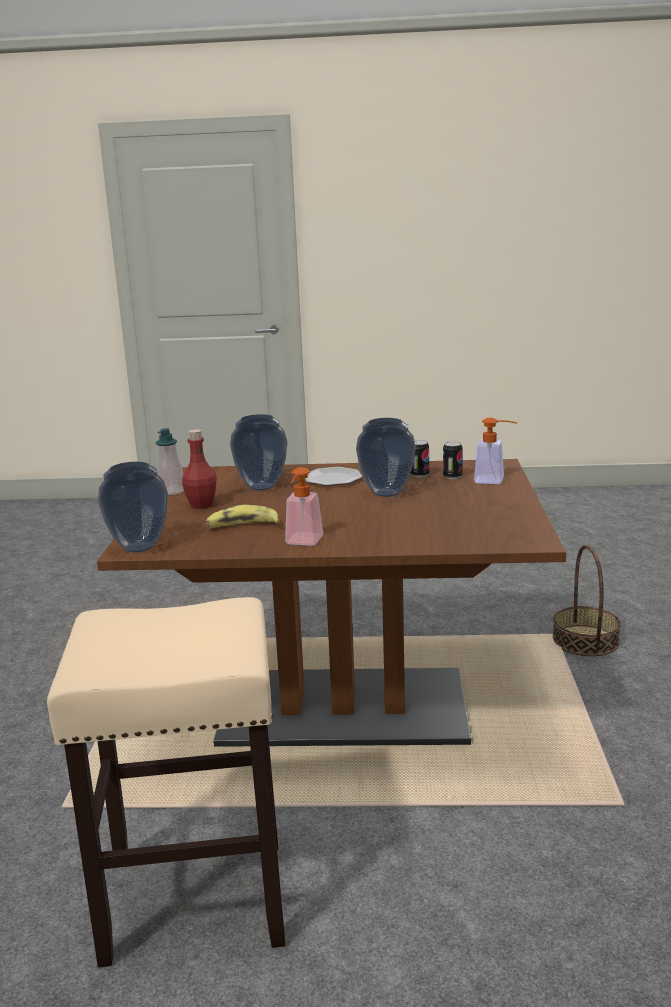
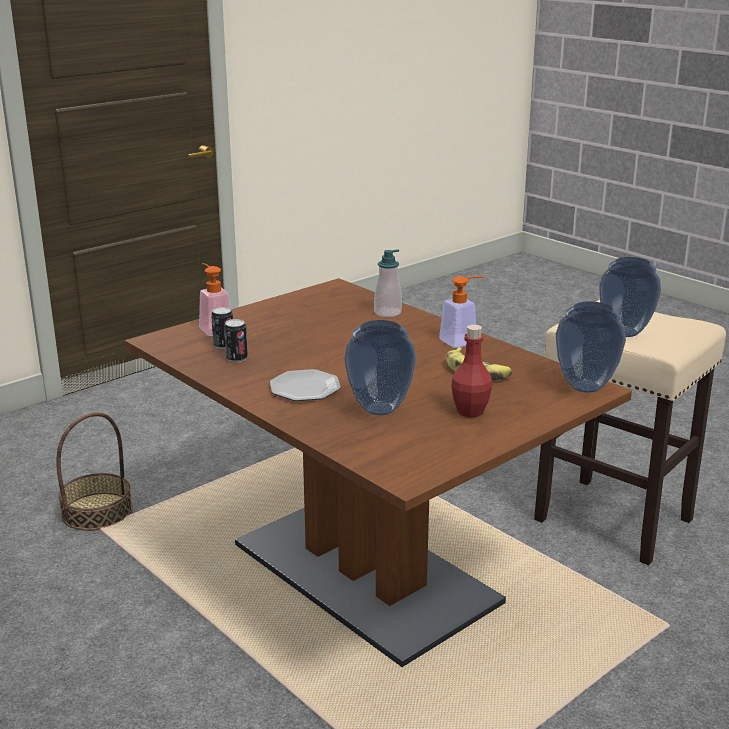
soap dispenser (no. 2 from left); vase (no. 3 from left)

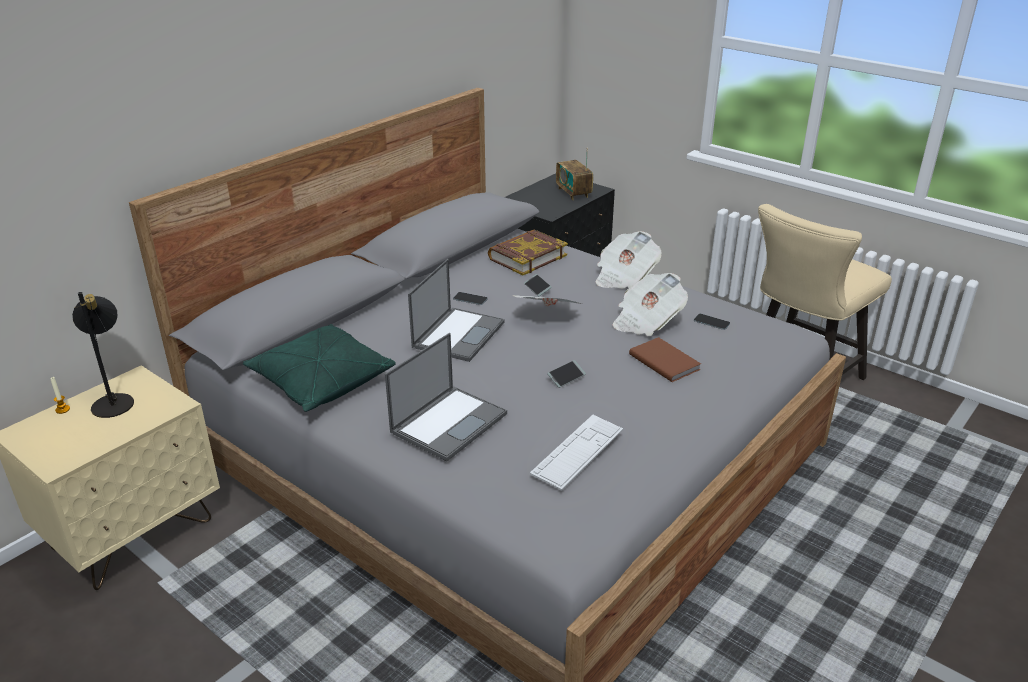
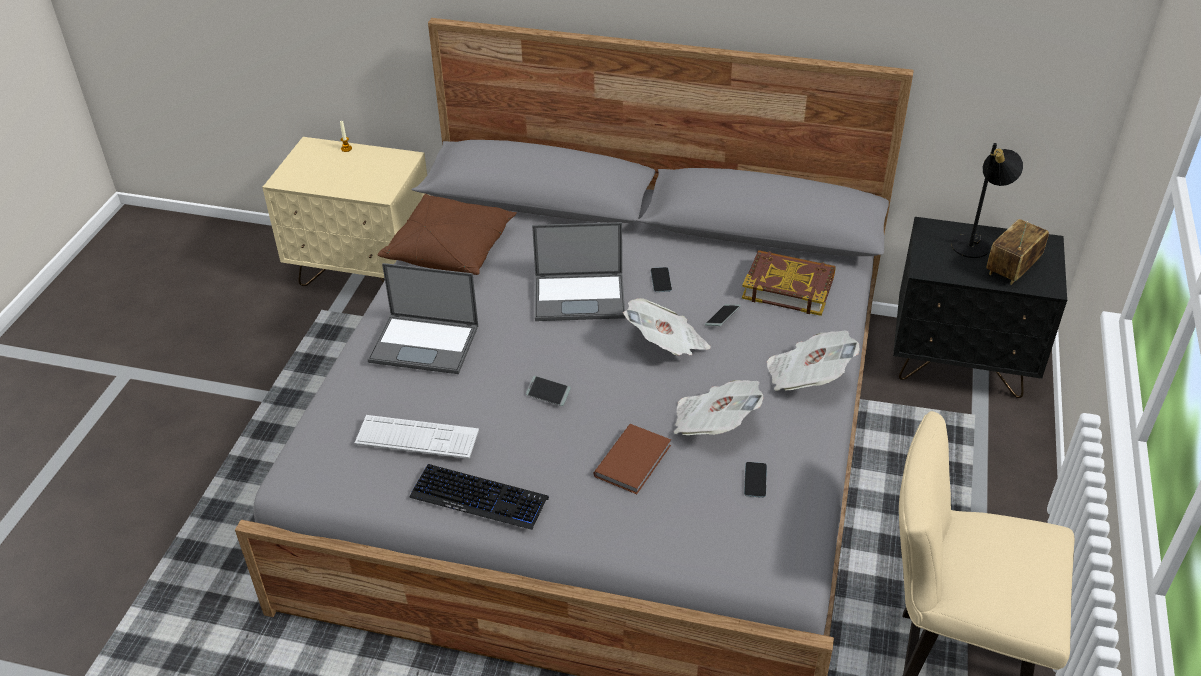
computer keyboard (no. 2 from left); tabletop lamp (blackish); pillow (brown-coloured)

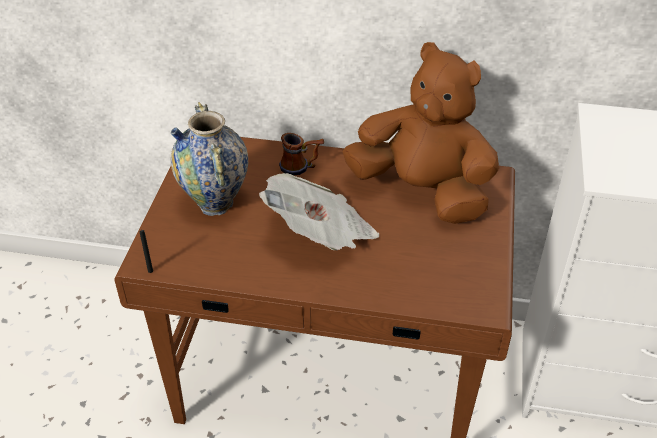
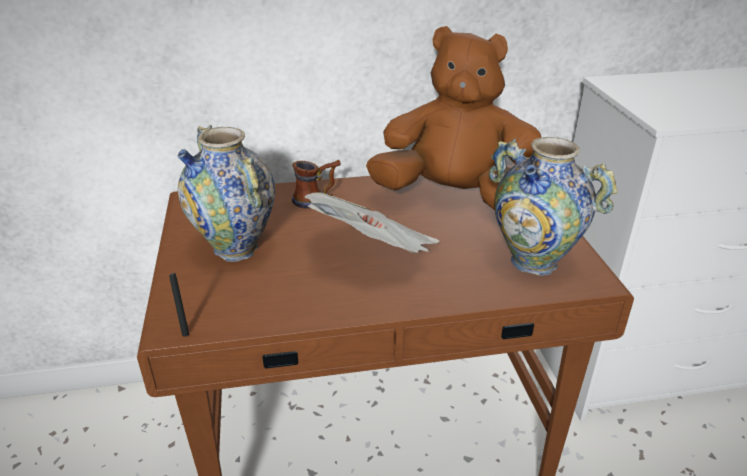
vase (no. 2 from left)

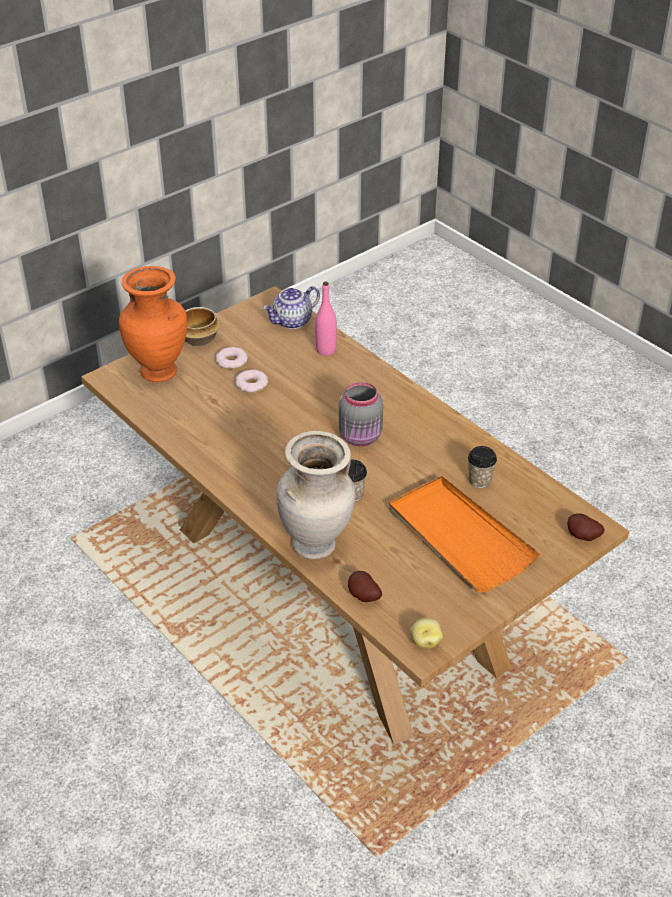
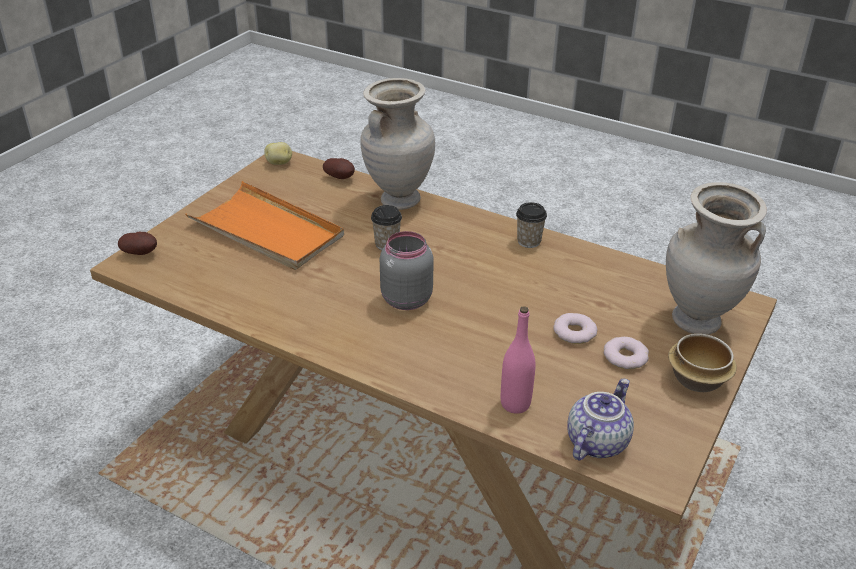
small cup (no. 2 from left); vase (sand-coloured) (no. 2 from left)

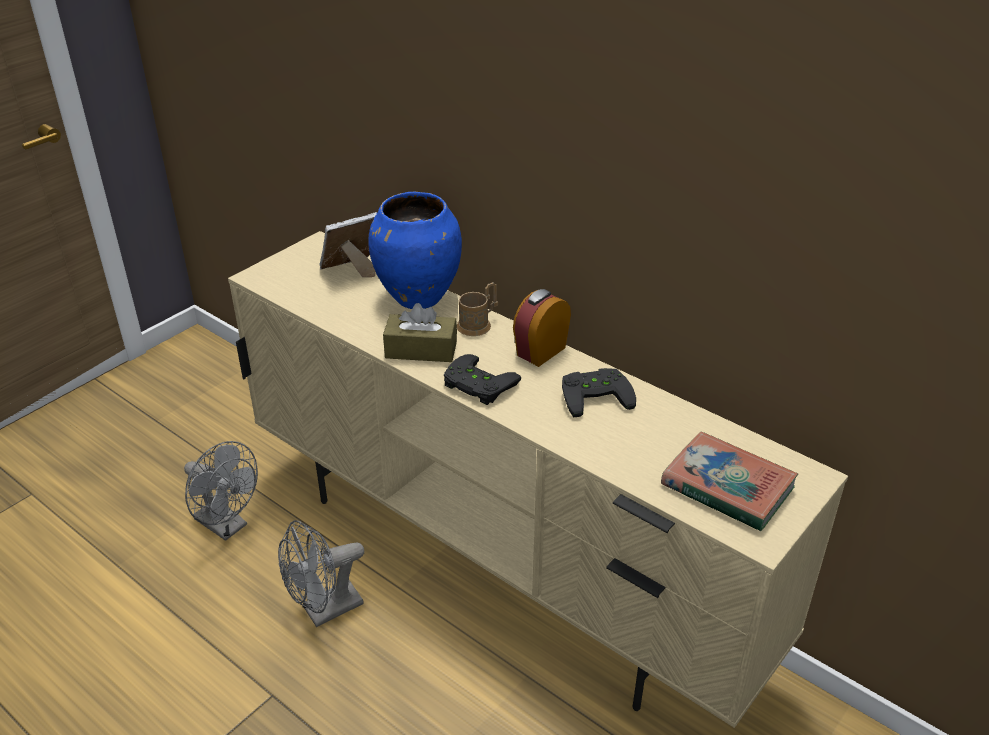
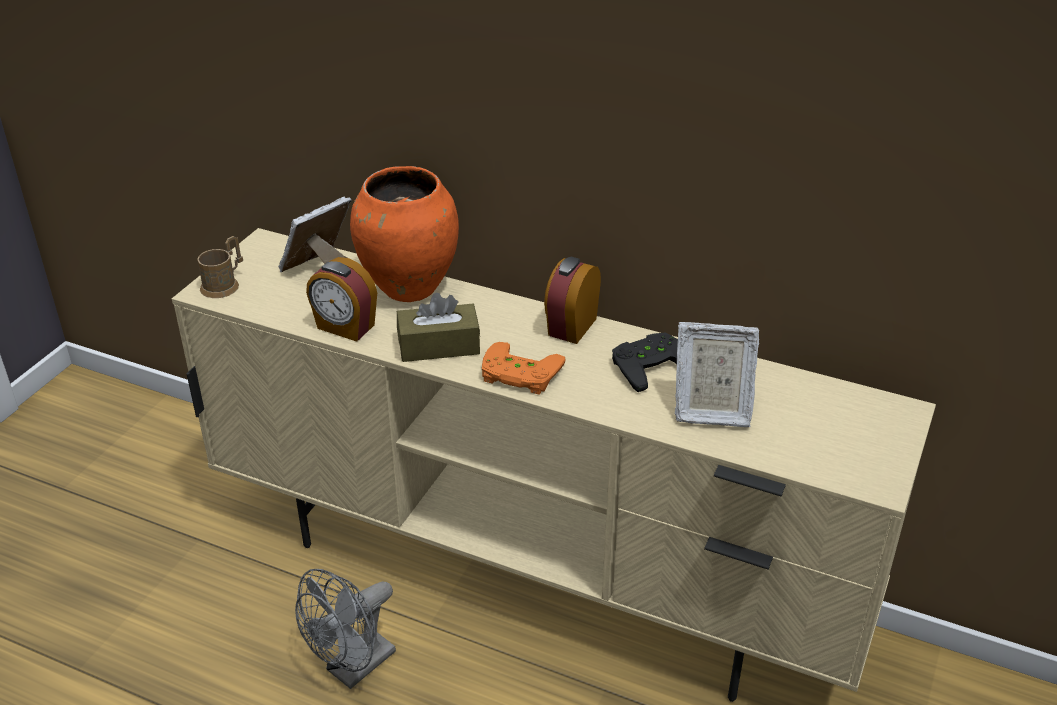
electric fan (gray) (no. 1 from left in the first image); volume; table clock (no. 1 from left); standing frame (no. 2 from left); mug (brown-coloured); vase (orange-coloured); game controller (orange-coloured)

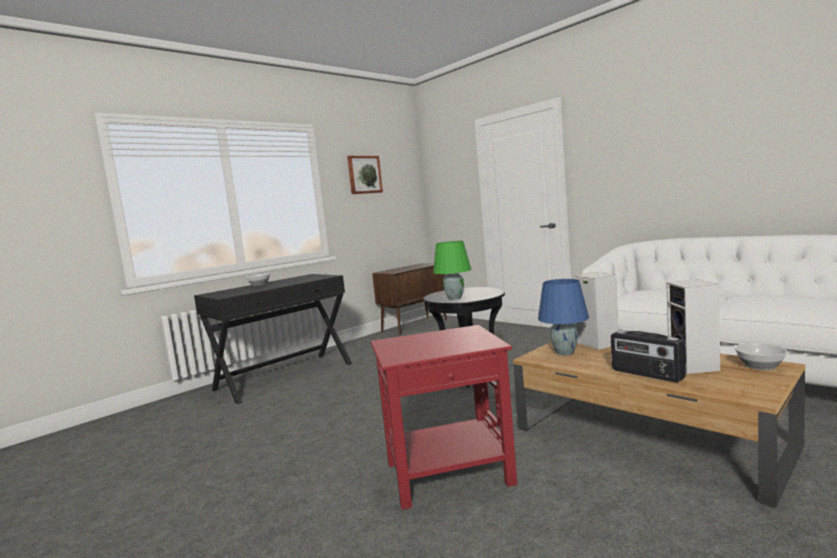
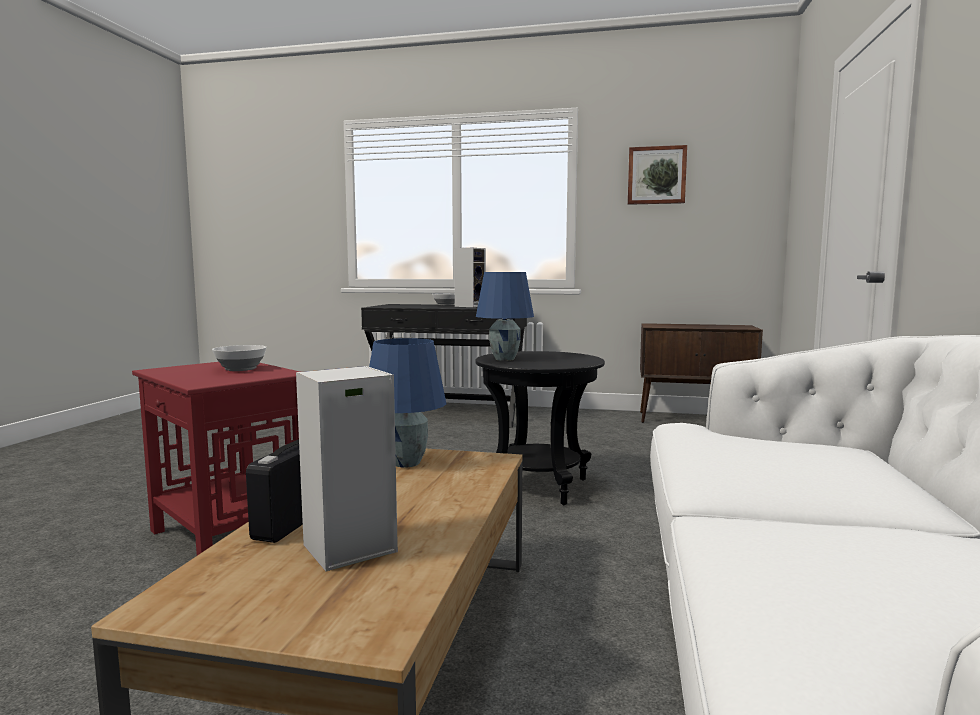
loudspeaker (no. 2 from left); serving bowl (no. 1 from left); tabletop lamp (bluish) (no. 2 from left)

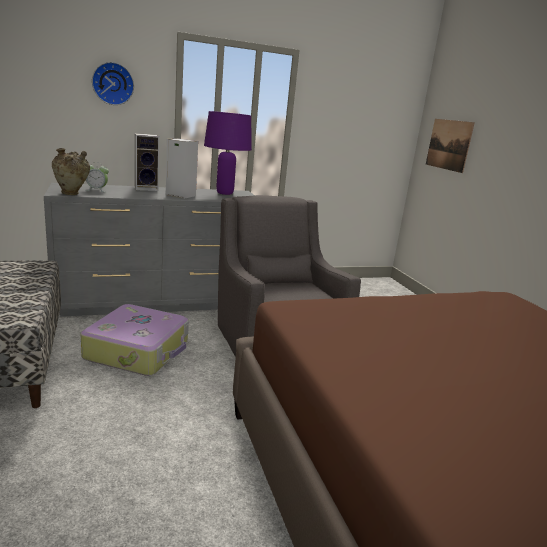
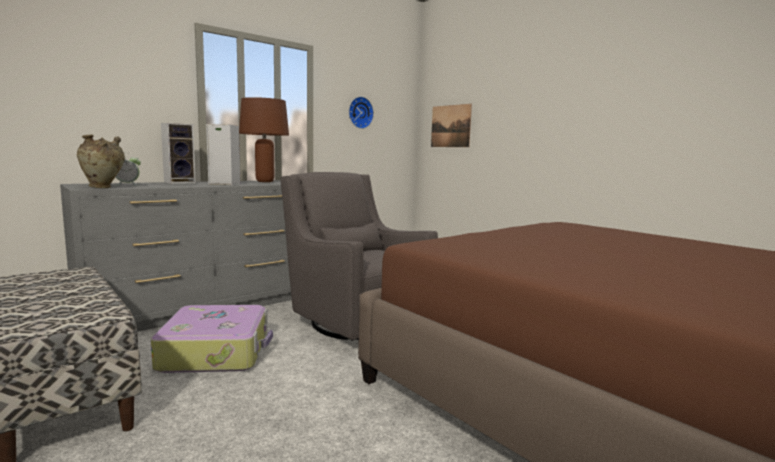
hanging clock; tabletop lamp (brown-coloured)

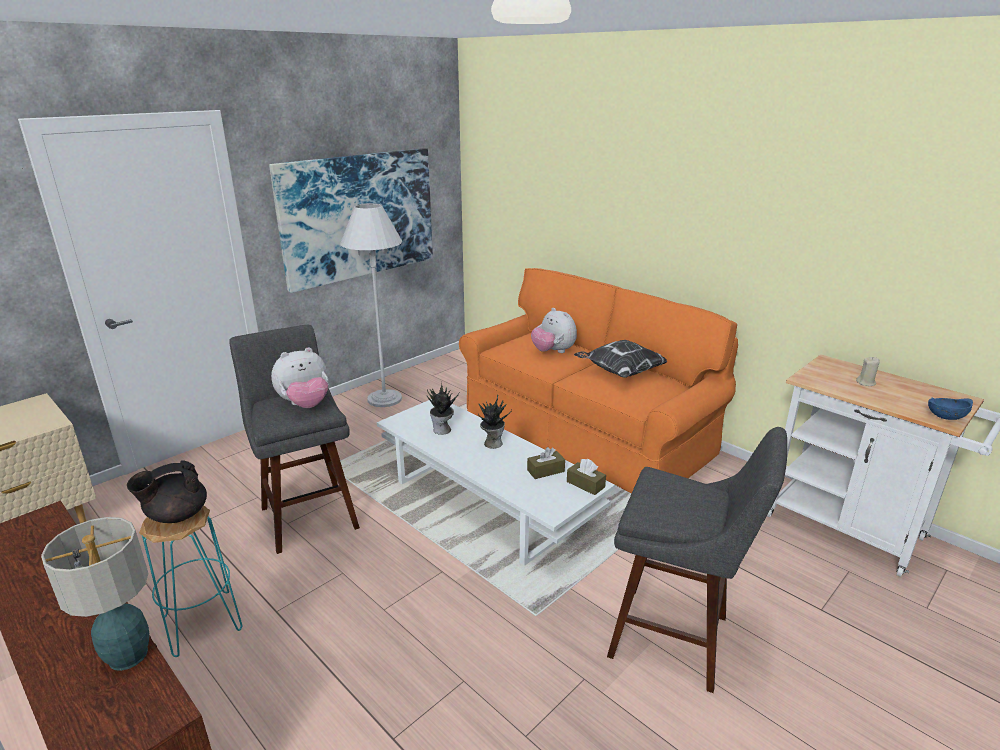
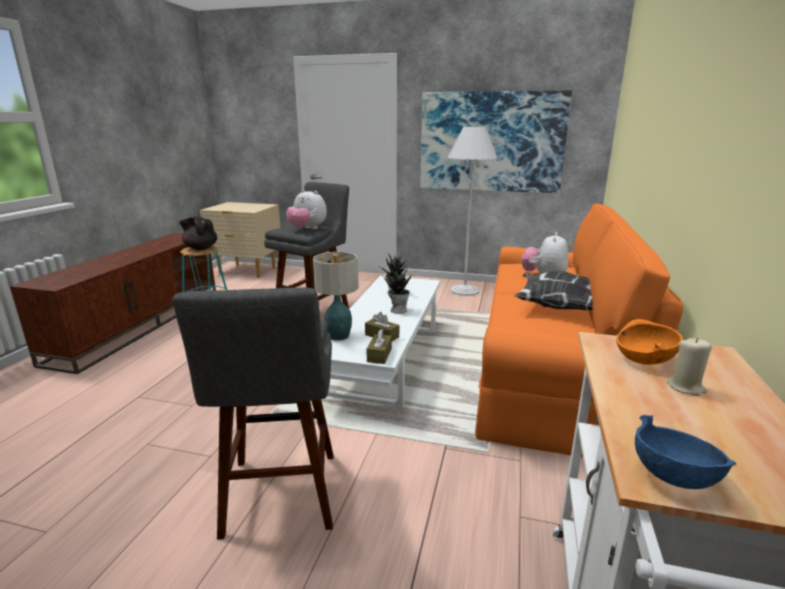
serving bowl (orange-coloured); tabletop lamp

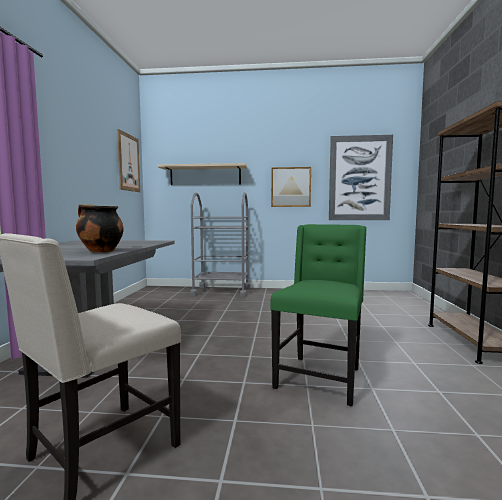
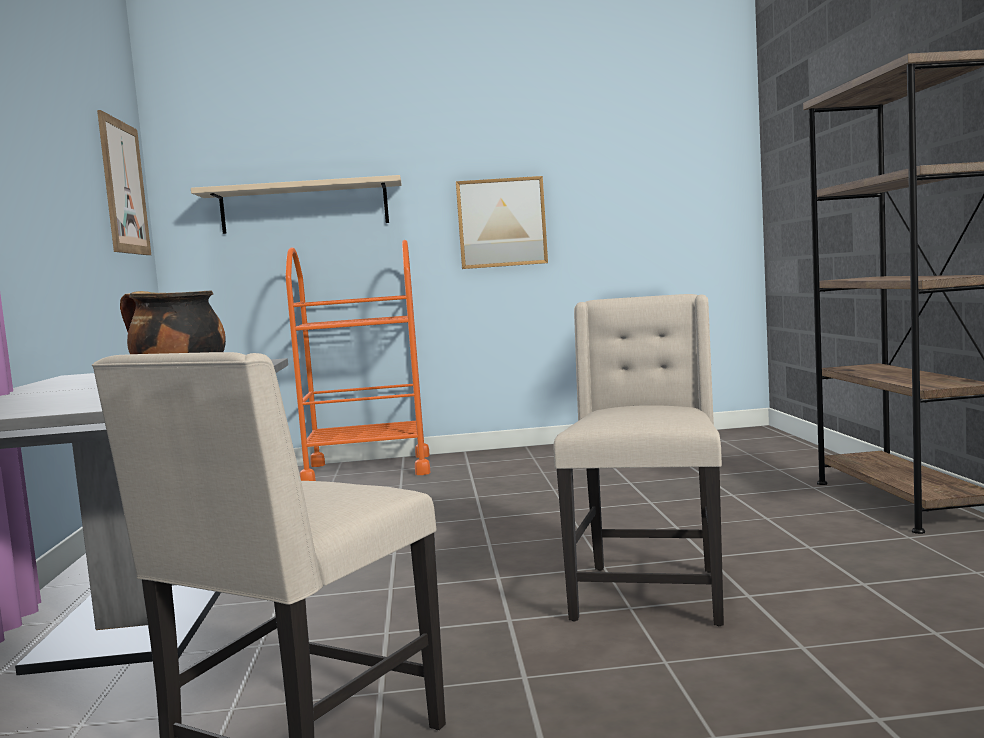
wall picture (no. 3 from left in the first image); wheeled cart (orange-coloured); plain chair (sand-coloured) (no. 2 from left)

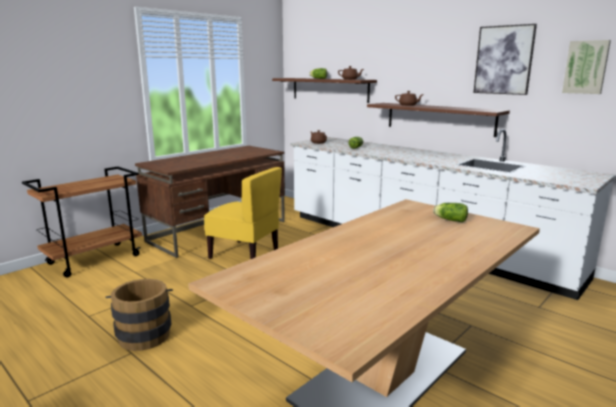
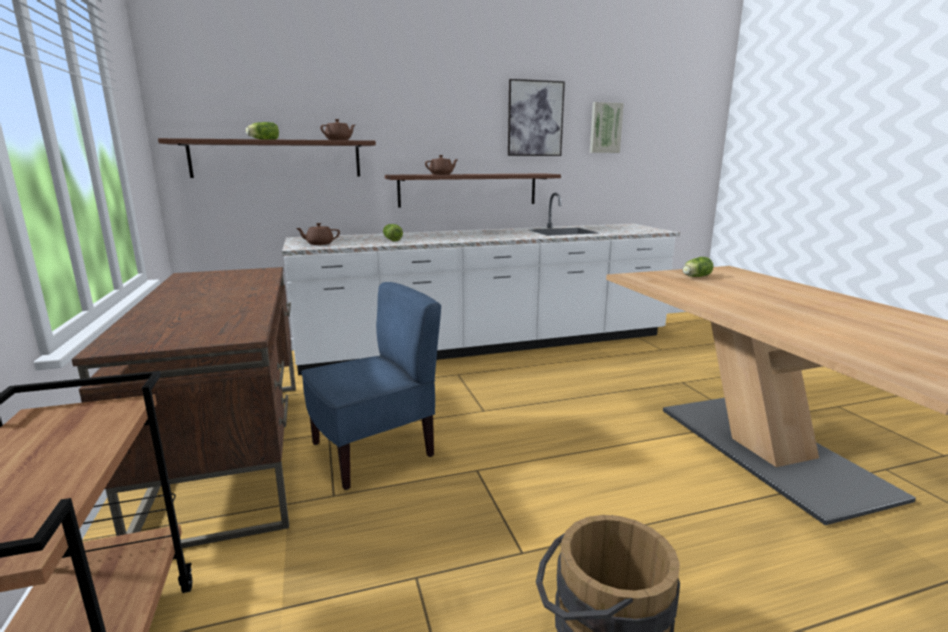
plain chair (bluish)

